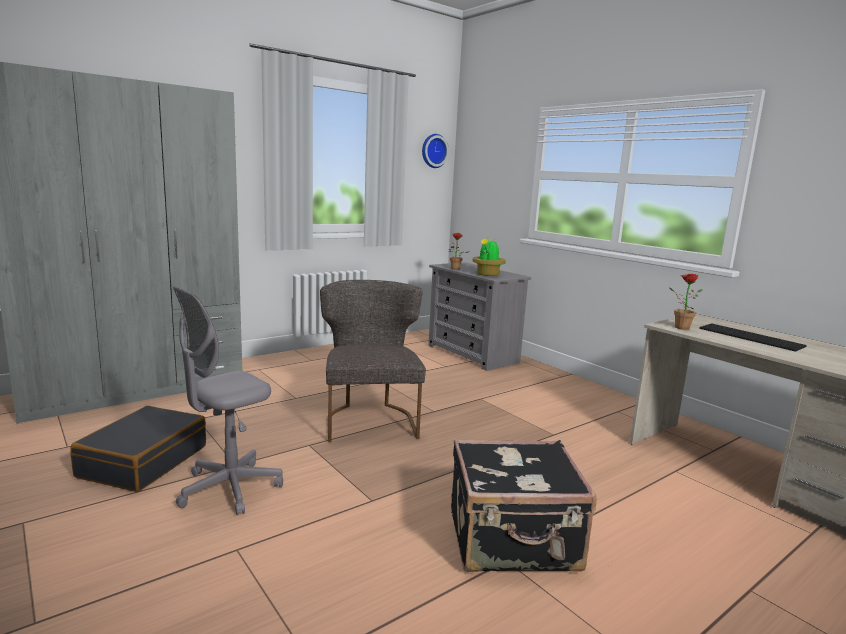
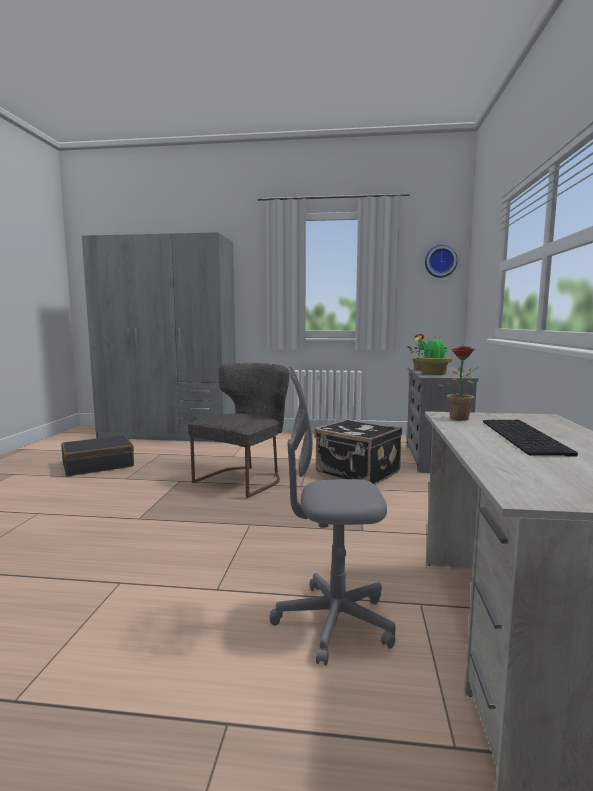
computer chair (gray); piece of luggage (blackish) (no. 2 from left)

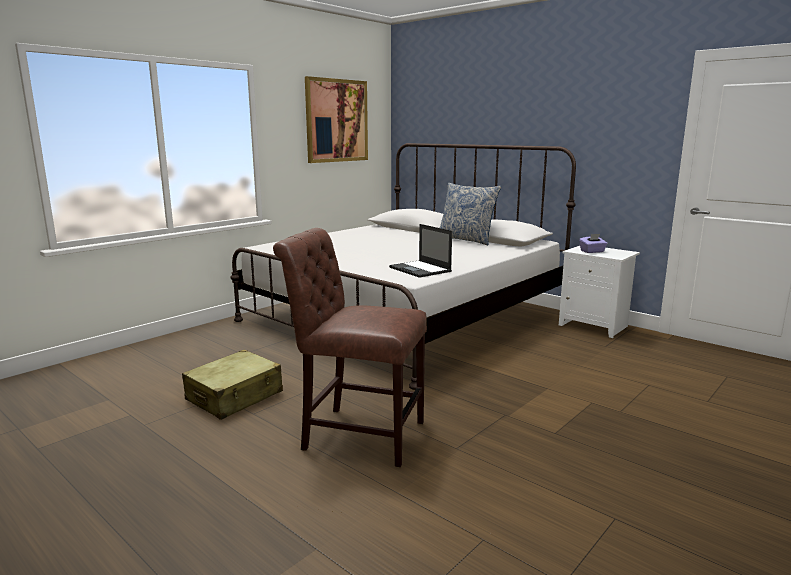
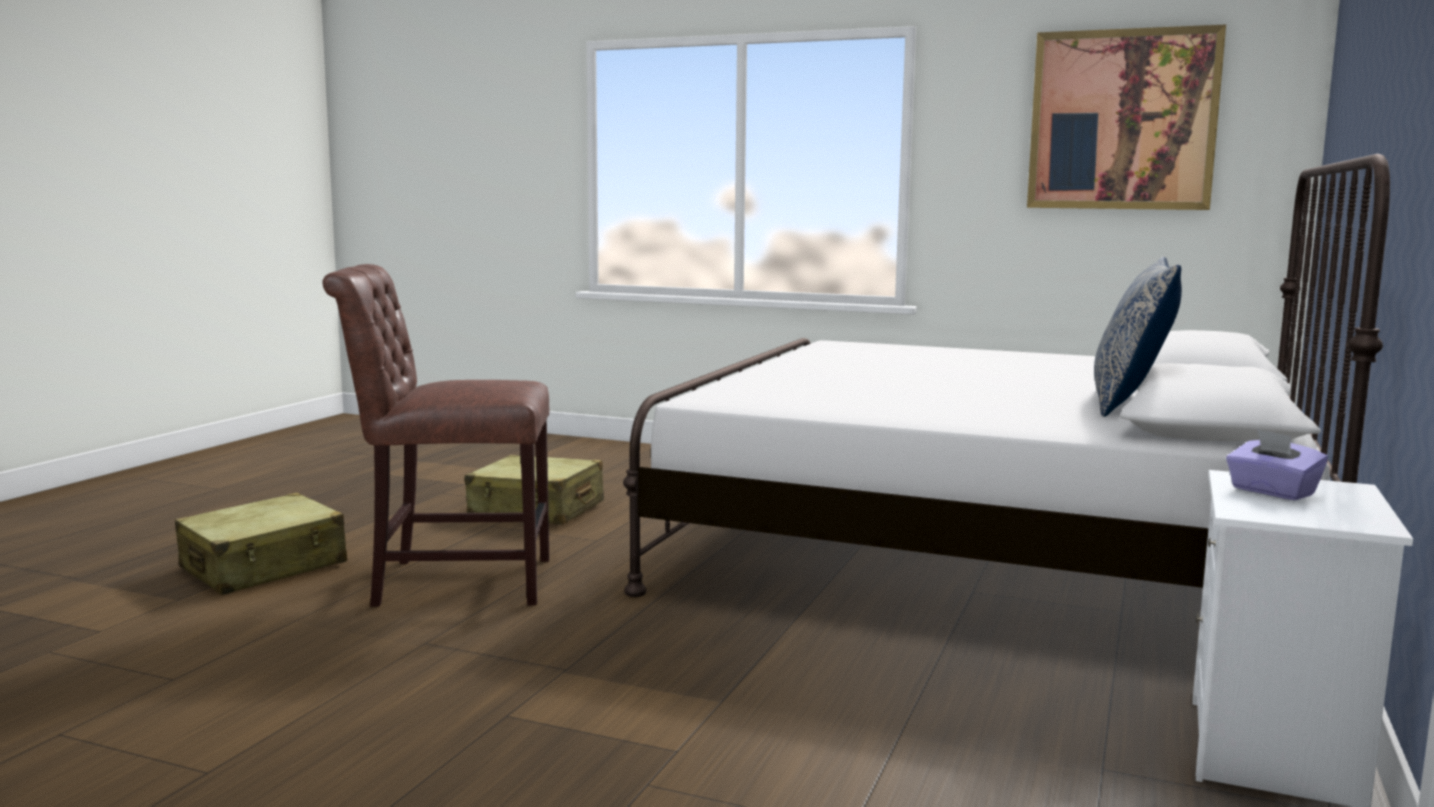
notebook computer; piece of luggage (sand-coloured) (no. 1 from left); plain chair (brown-coloured)

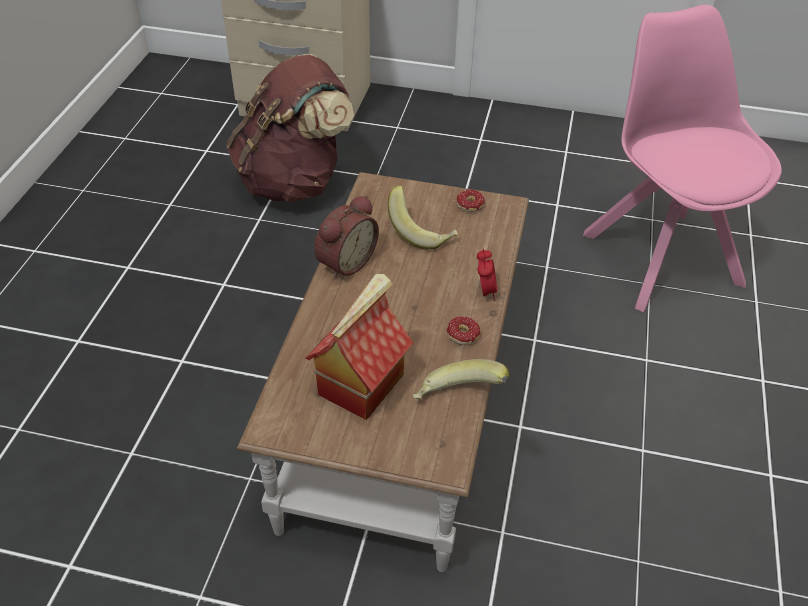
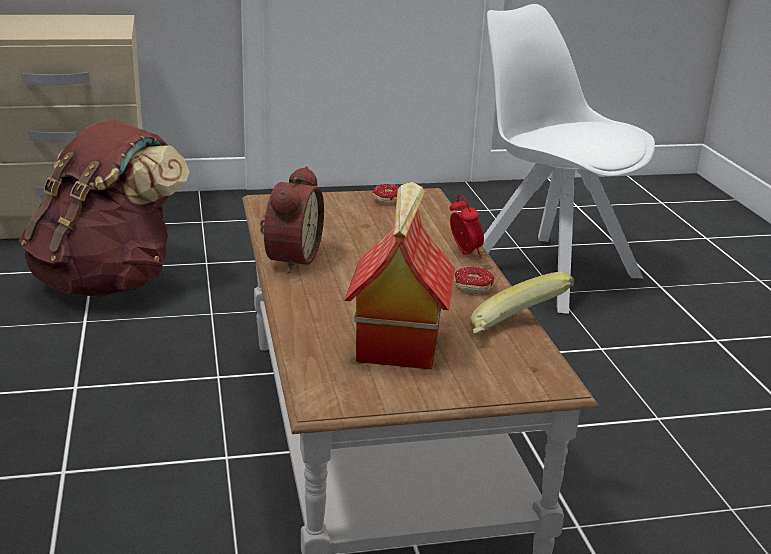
whole banana (no. 1 from left in the first image); plain chair (white-coloured)

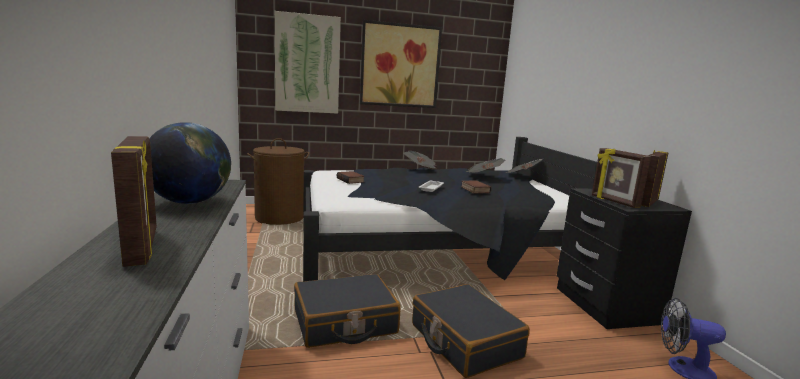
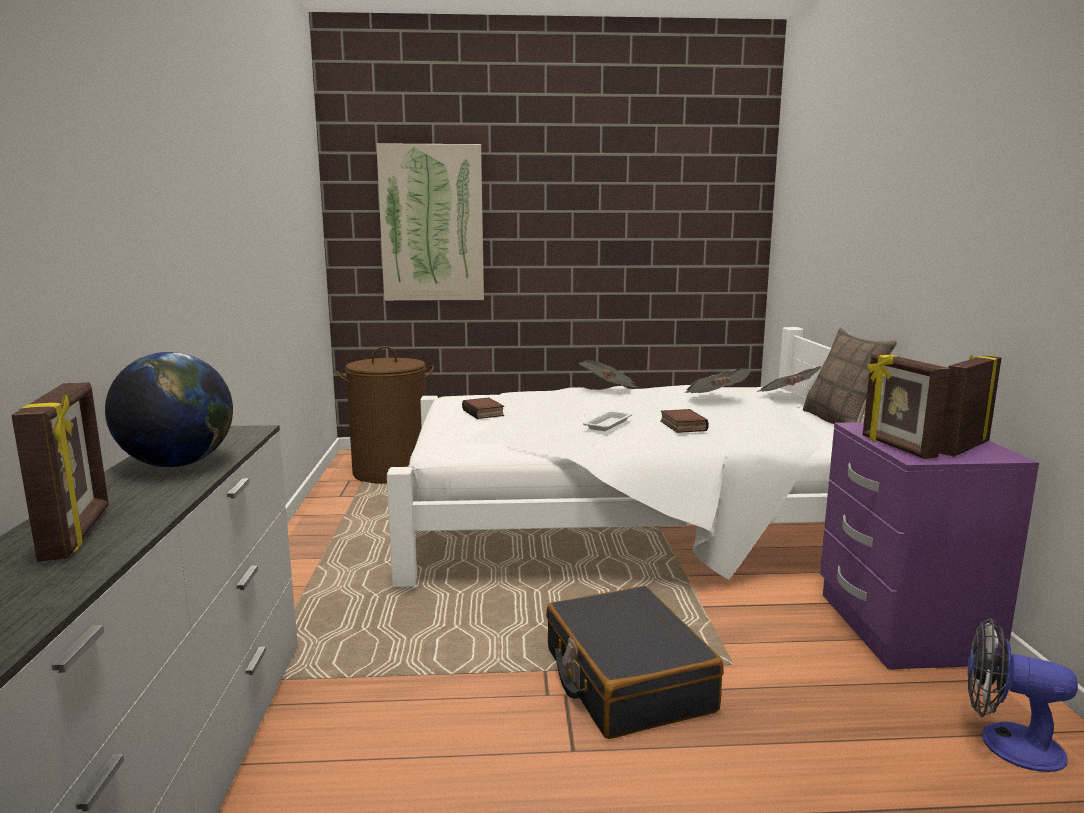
piece of luggage (blackish) (no. 1 from left in the first image); wall picture (no. 2 from left in the first image); pillow; bedroom bed (white-coloured); nightstand (purple)

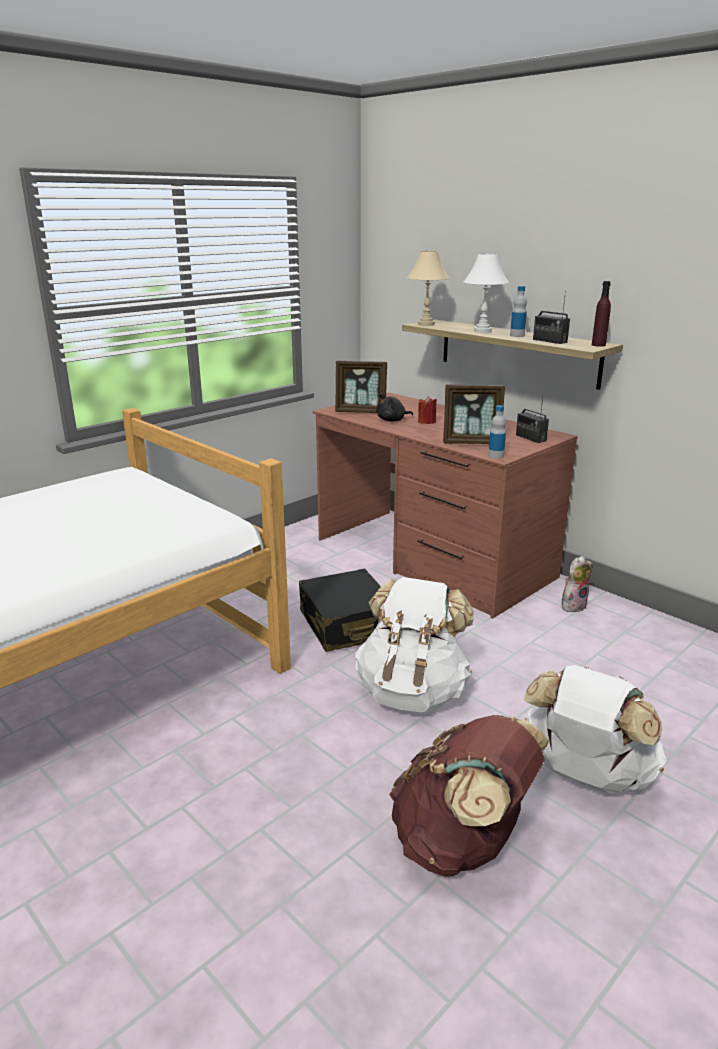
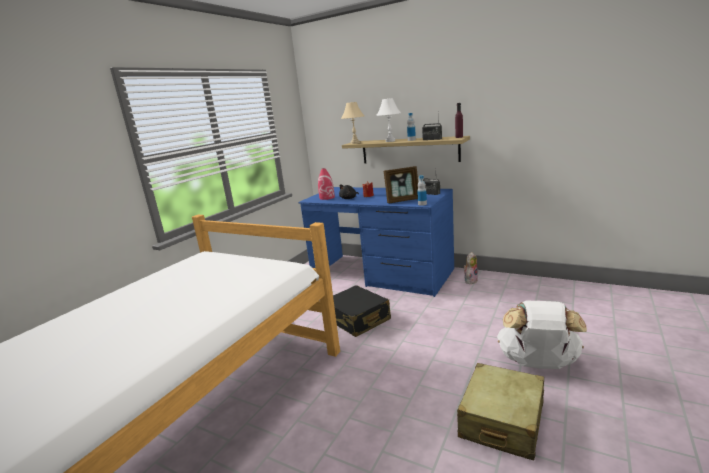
backpack (white-coloured) (no. 1 from left in the first image); vase (red-coloured); piece of luggage (sand-coloured); desk (bluish)

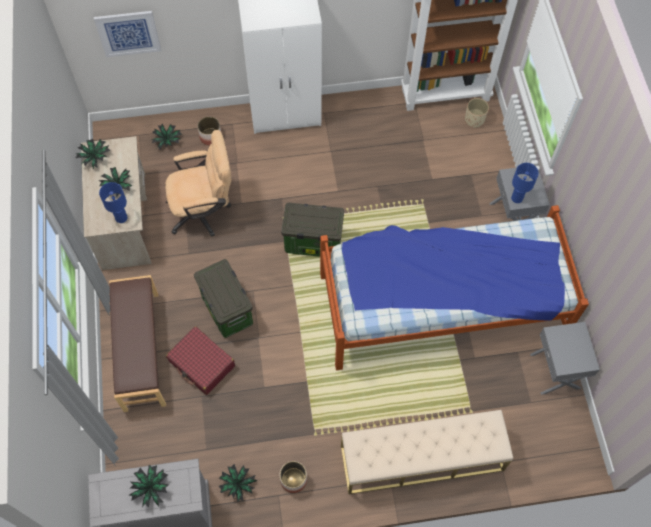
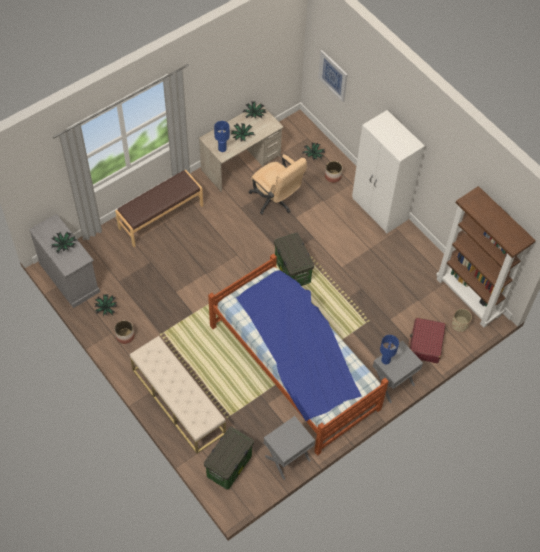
piece of luggage (red-coloured); storage bin (no. 1 from left)

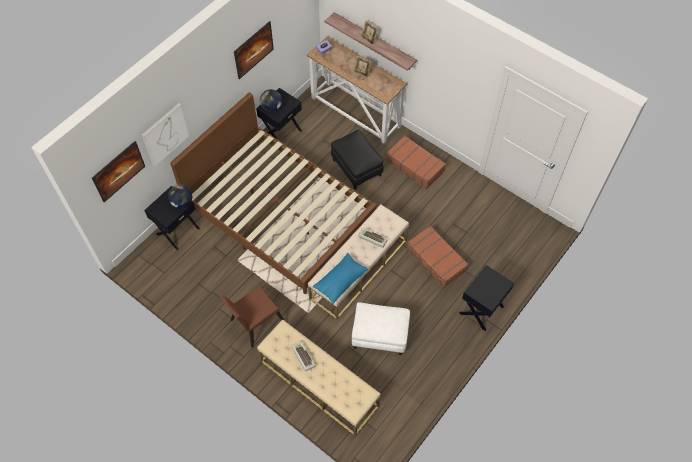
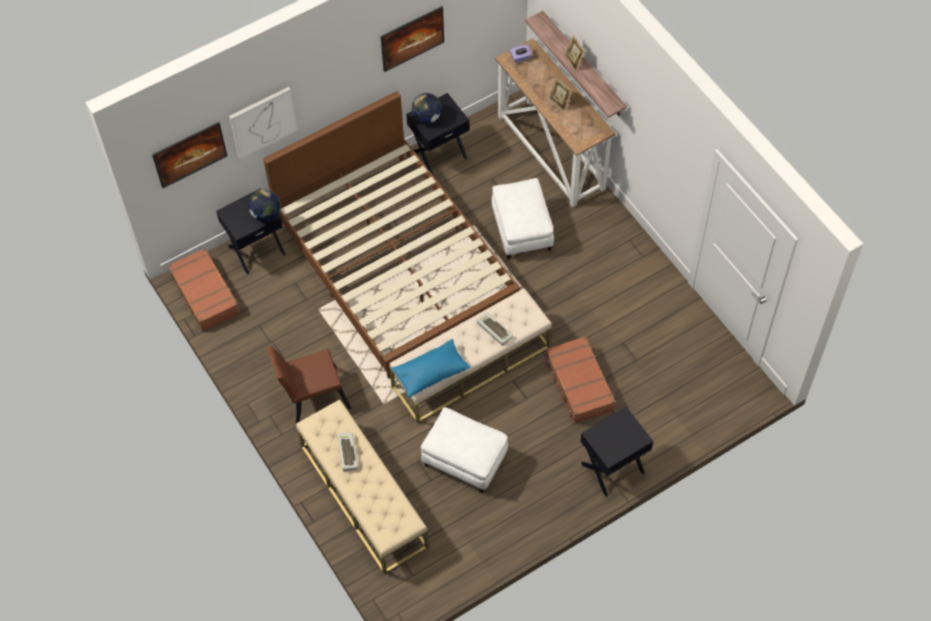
piece of luggage (brown-coloured) (no. 1 from left); pouffe (white-coloured) (no. 2 from left)

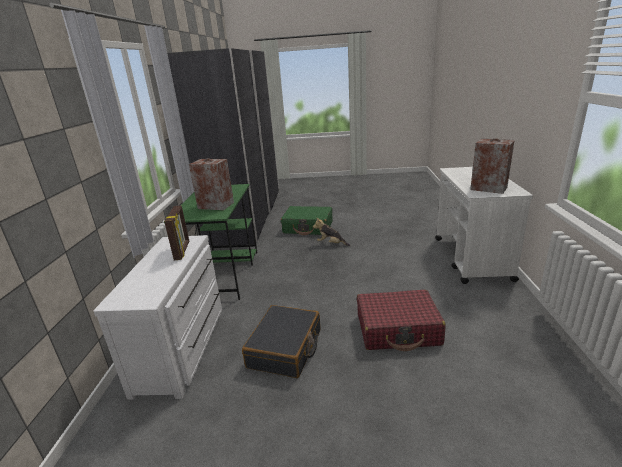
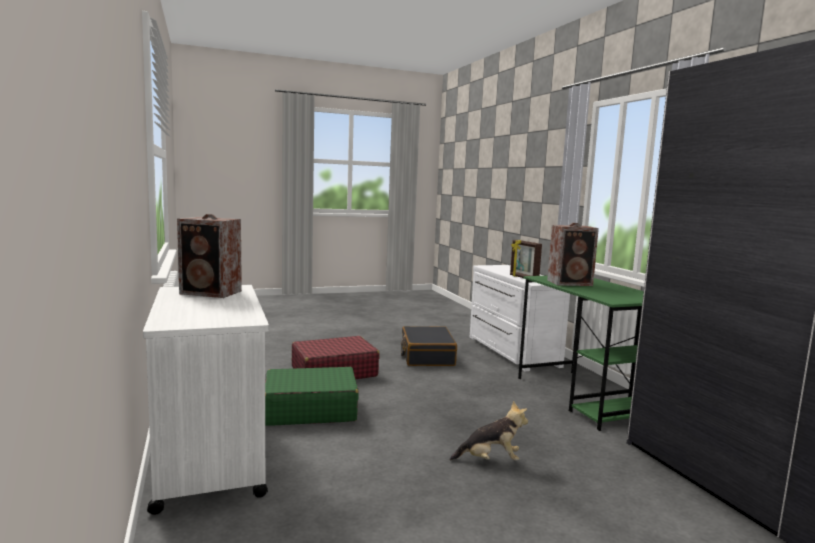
piece of luggage (green)

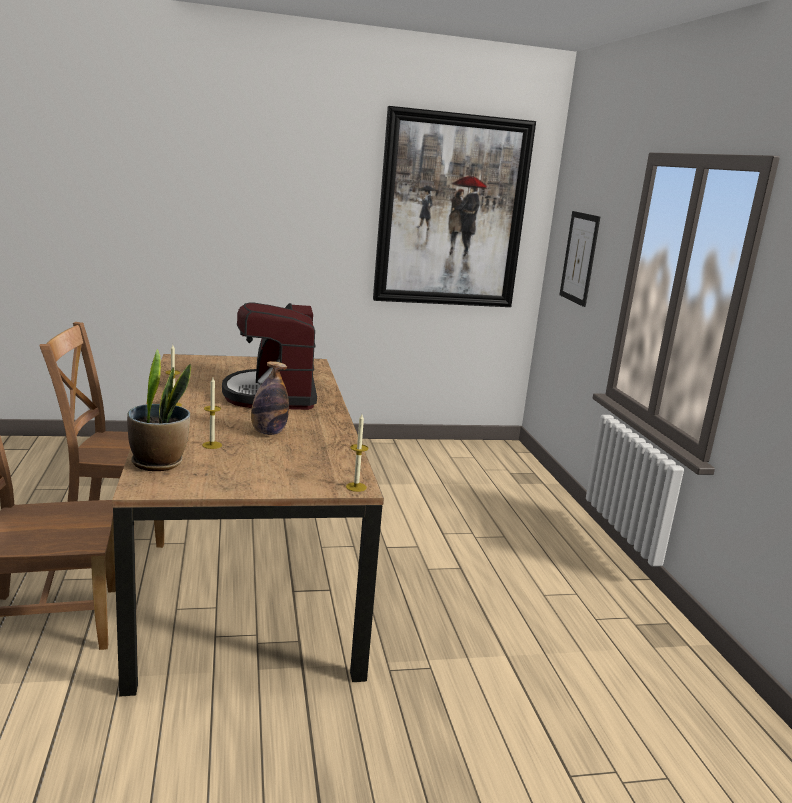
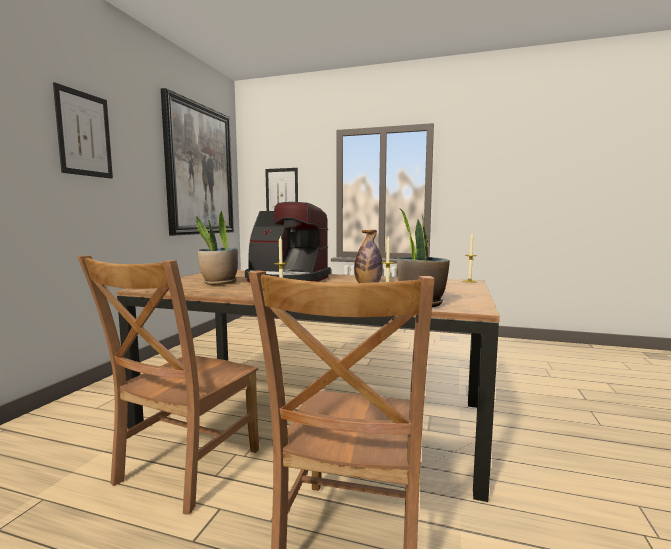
wall picture (no. 1 from left); potted plant (no. 1 from left)

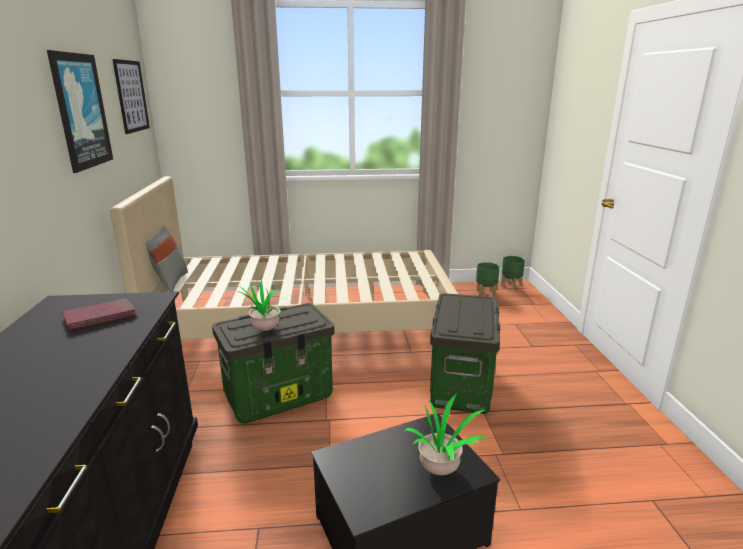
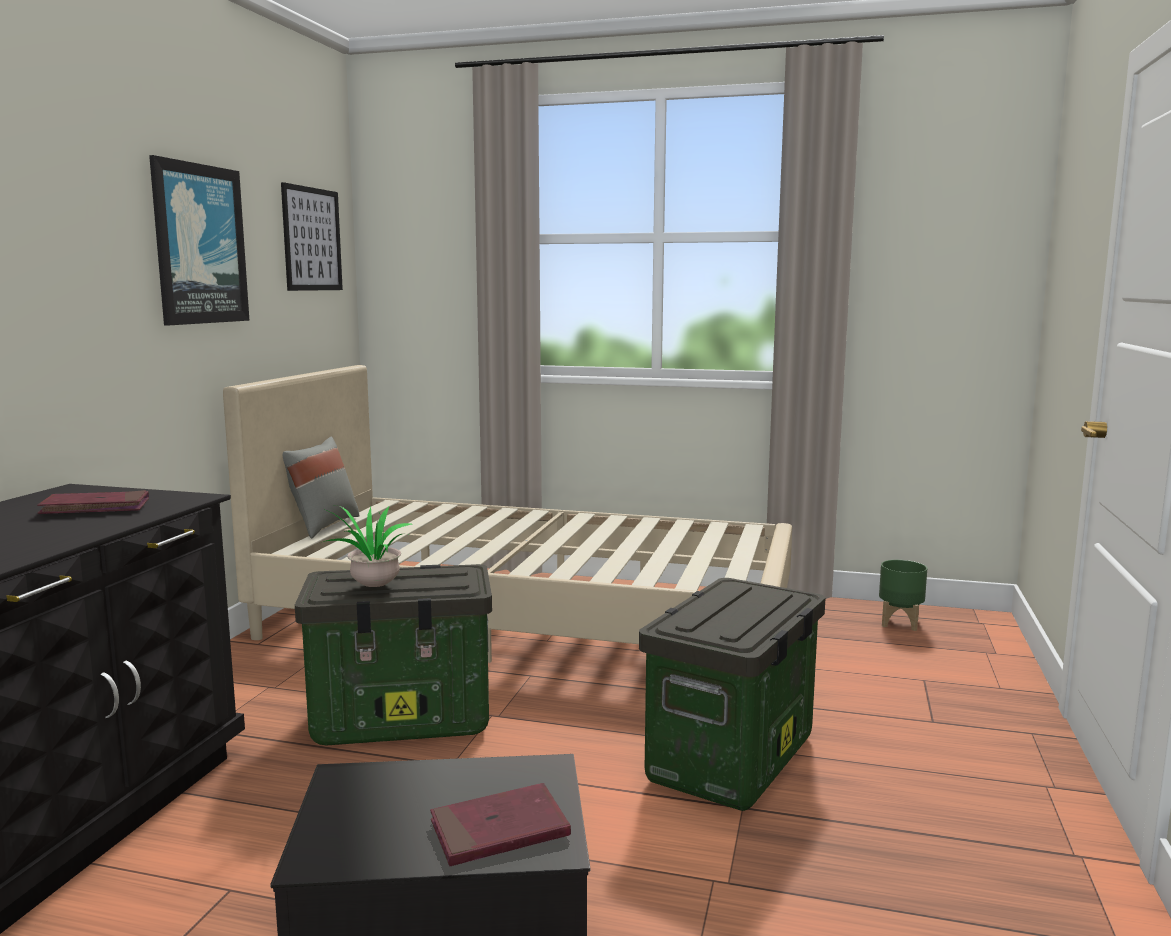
planter (green) (no. 2 from left in the first image); volume (red-coloured) (no. 2 from left)

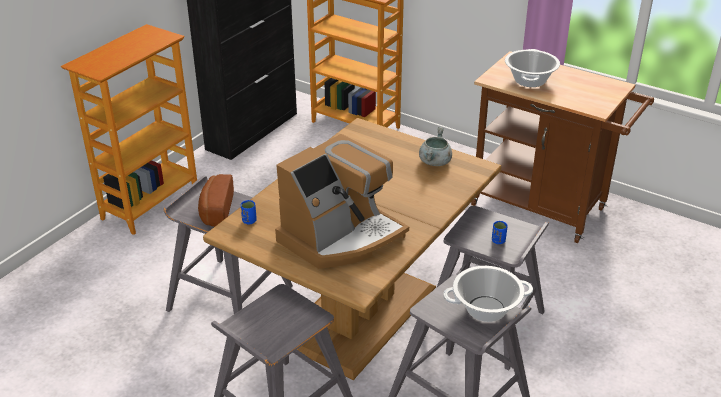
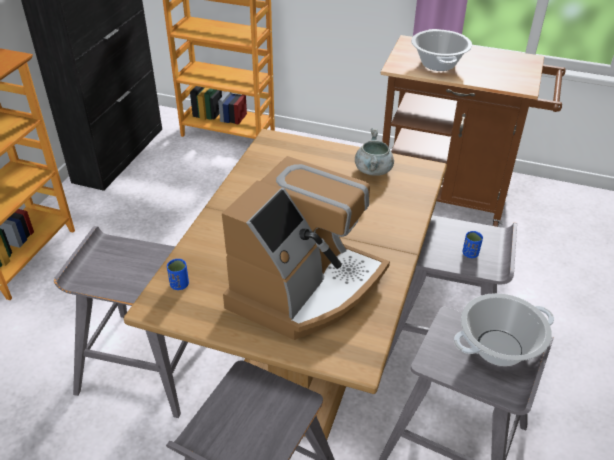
bakery bread

